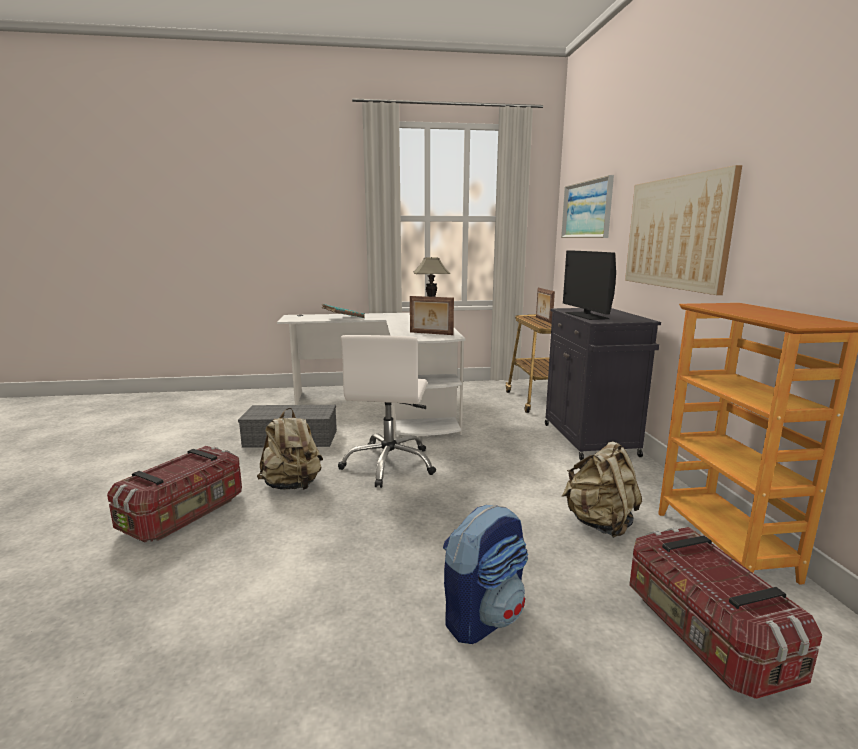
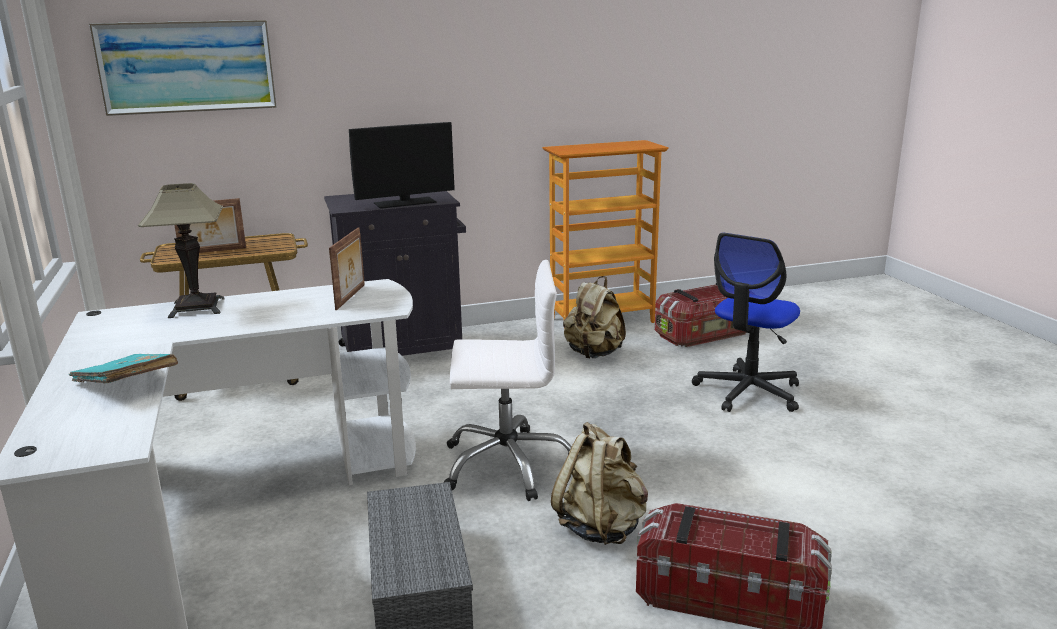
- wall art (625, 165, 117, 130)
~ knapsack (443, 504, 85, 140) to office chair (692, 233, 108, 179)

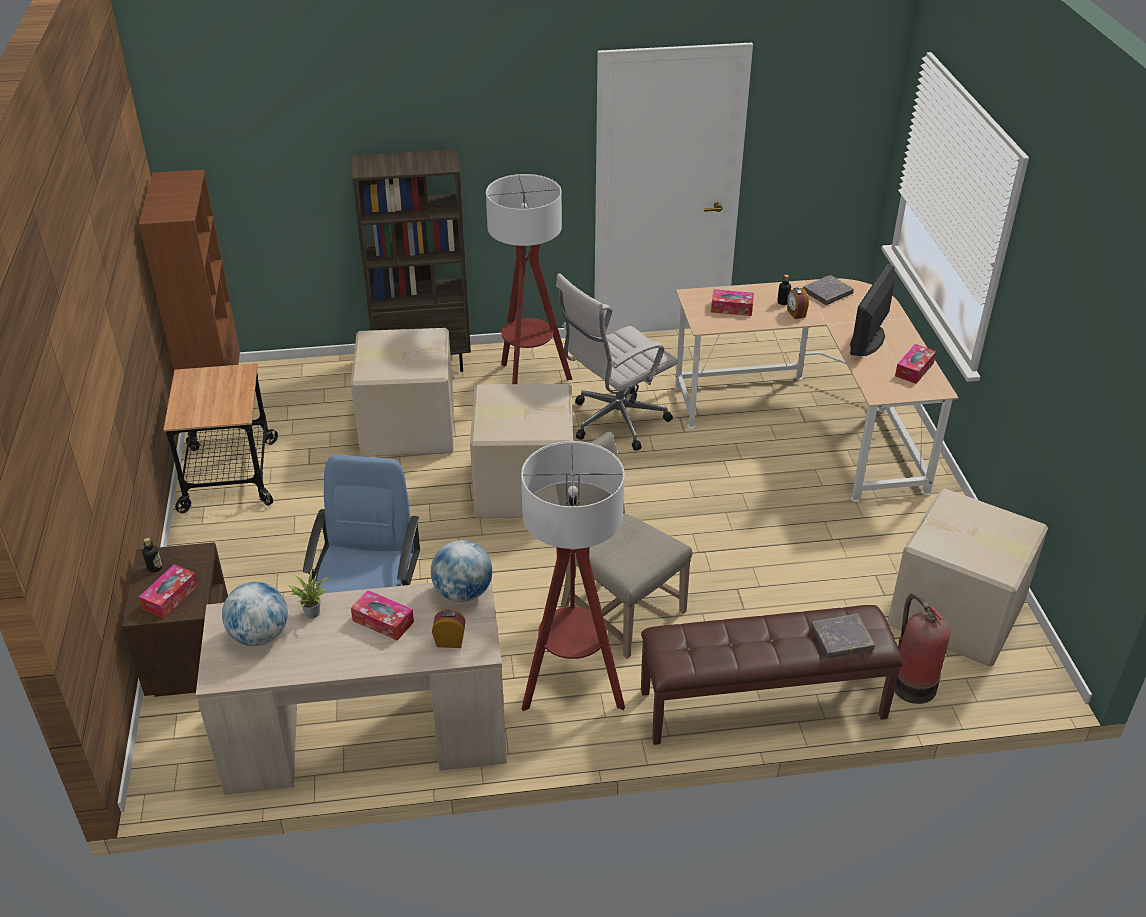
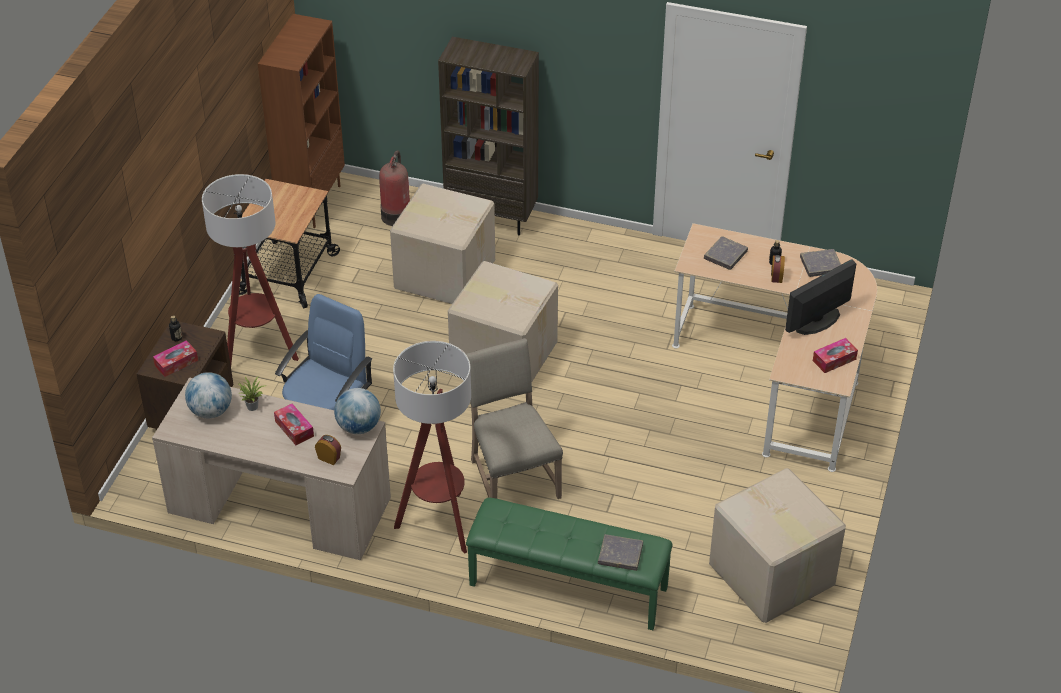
~ standard lamp (486, 174, 86, 210) to (202, 174, 97, 191)
- office chair in white-coloured (556, 273, 122, 178)
~ tissue box (711, 289, 43, 27) to bound book in grey (704, 236, 44, 34)
~ fire-fighting cylinder (894, 593, 56, 111) to (379, 150, 31, 76)
~ bench in brownish (641, 605, 262, 140) to bench in greenish (466, 498, 207, 132)

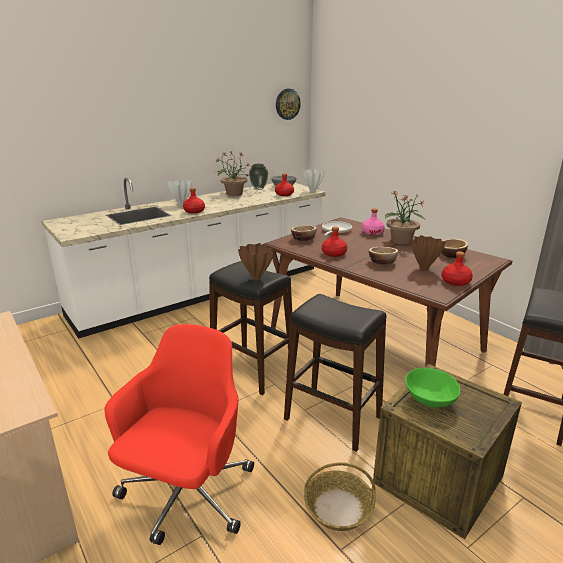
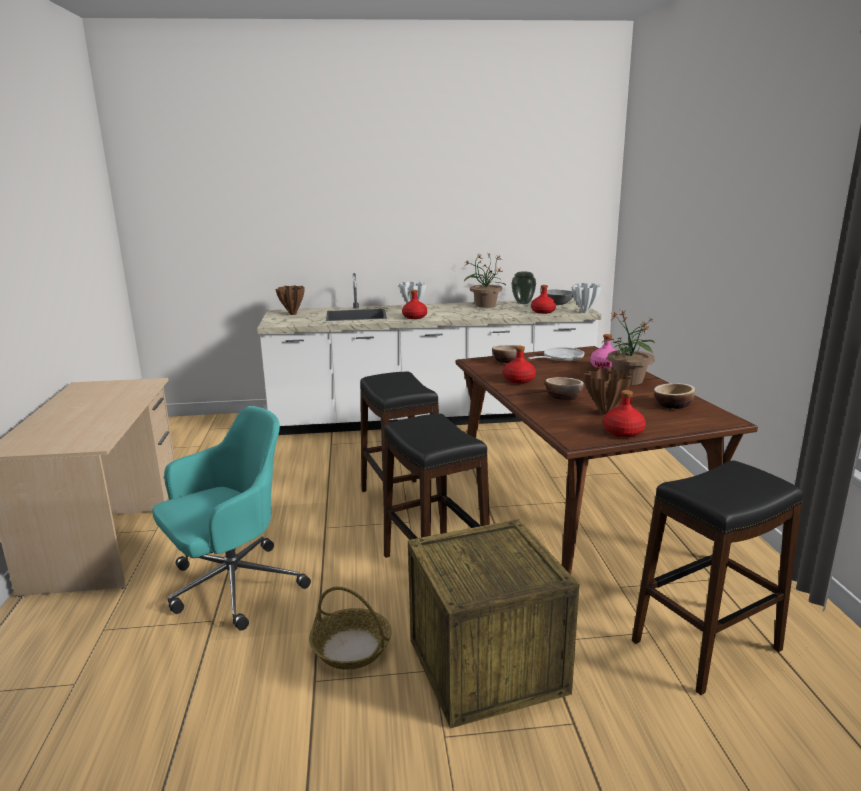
- wall clock (276, 89, 25, 31)
~ flower vase in brownish (238, 243, 35, 37) to (276, 285, 29, 30)
~ office chair in reddish (105, 324, 149, 221) to office chair in turquoise-coloured (152, 406, 159, 225)
- serving bowl in greenish (405, 368, 55, 40)

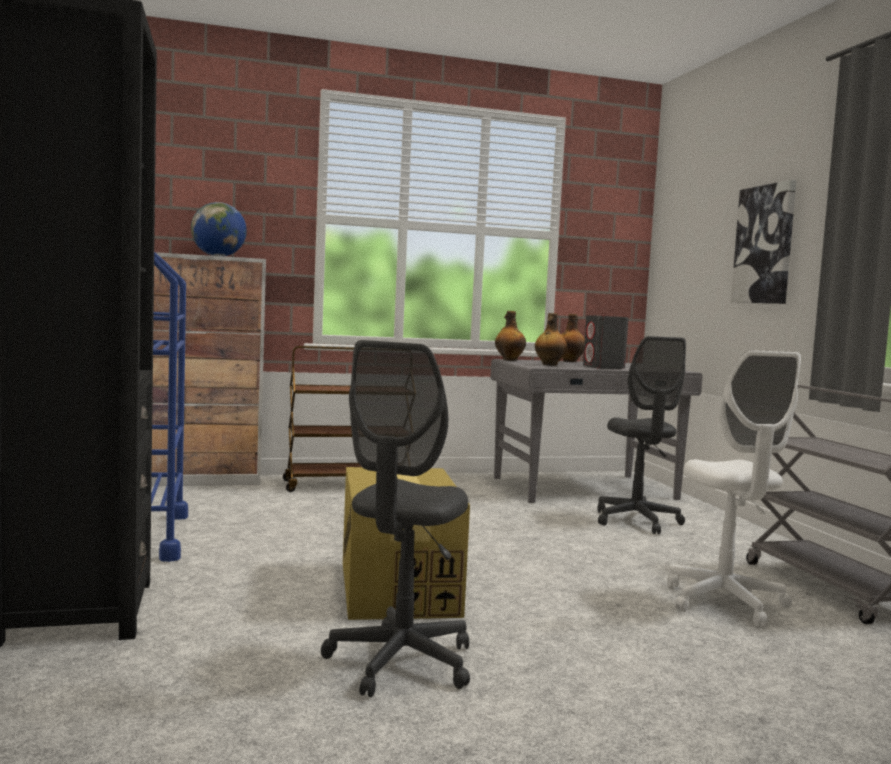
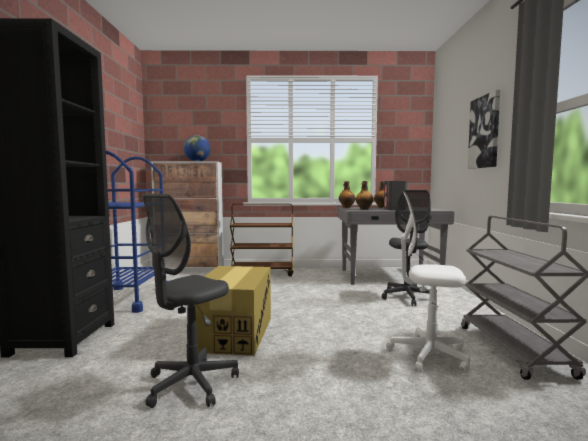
~ office chair in white-coloured (667, 350, 134, 277) = (386, 192, 84, 181) 105 degrees clockwise

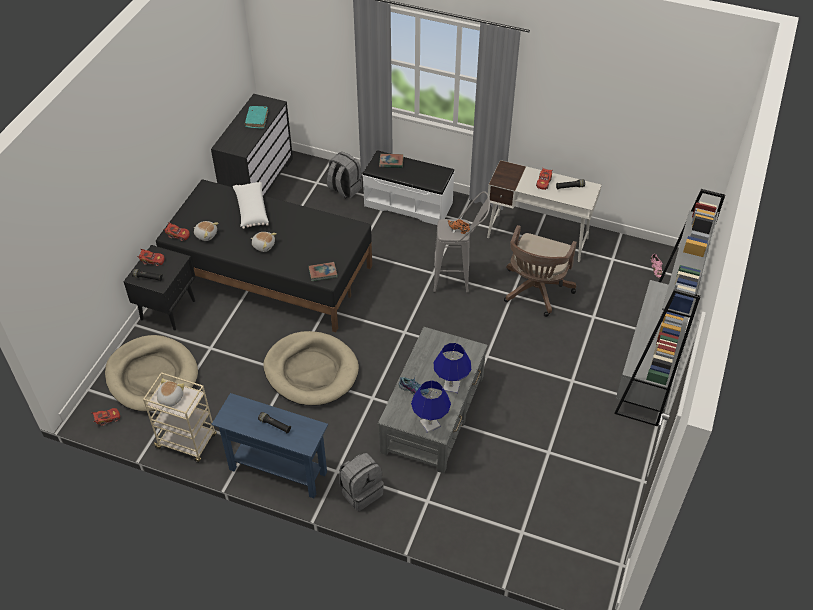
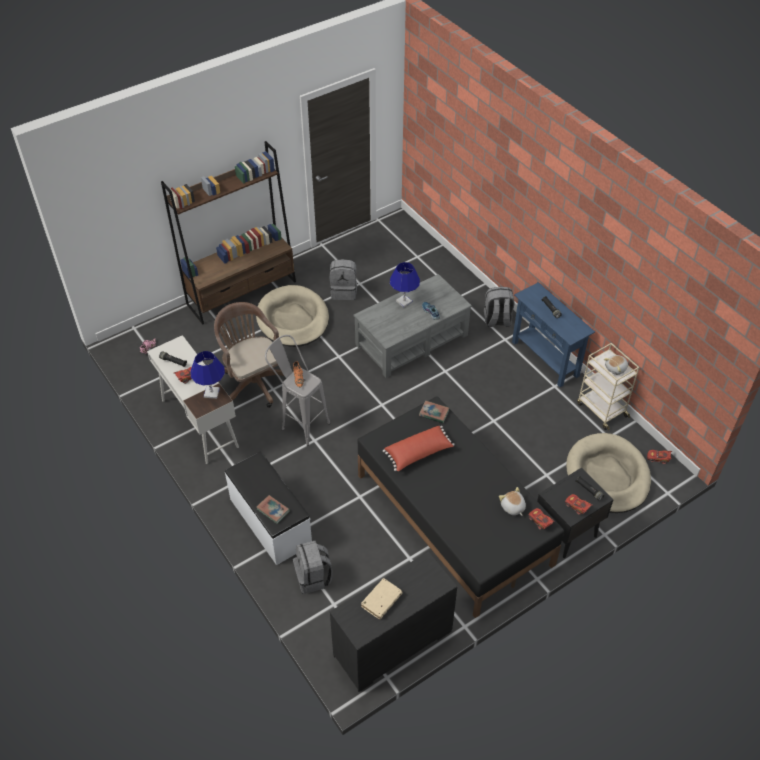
~ bound book in turquoise-coloured (245, 106, 23, 22) to bound book in beige (361, 578, 42, 41)
- pillow in white-coloured (233, 182, 36, 47)
~ shelving unit in grey (614, 189, 111, 238) to shelving unit in brownish (161, 141, 135, 184)
~ office chair in brownish (504, 225, 73, 92) = (214, 302, 70, 106) 90 degrees counterclockwise
- plush toy (251, 232, 26, 20)
~ dog bed in beige (263, 331, 96, 75) to (256, 285, 73, 62)
~ table lamp in bluish (411, 380, 40, 53) to (190, 351, 35, 48)
+ knapsack in grey (330, 259, 27, 41)
+ pillow in reddish (383, 426, 72, 45)

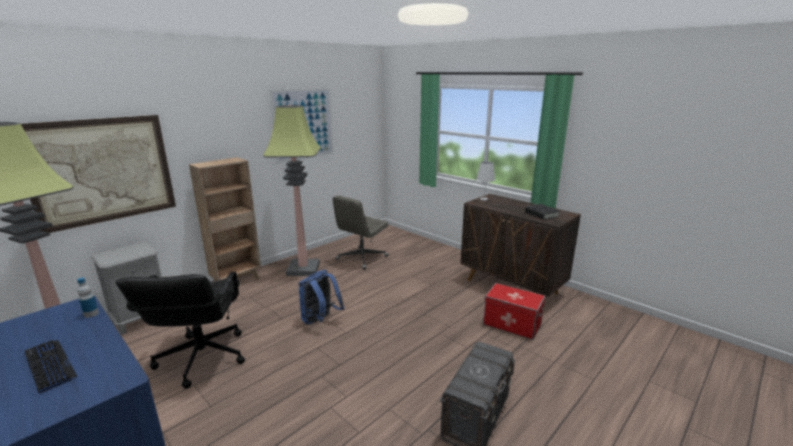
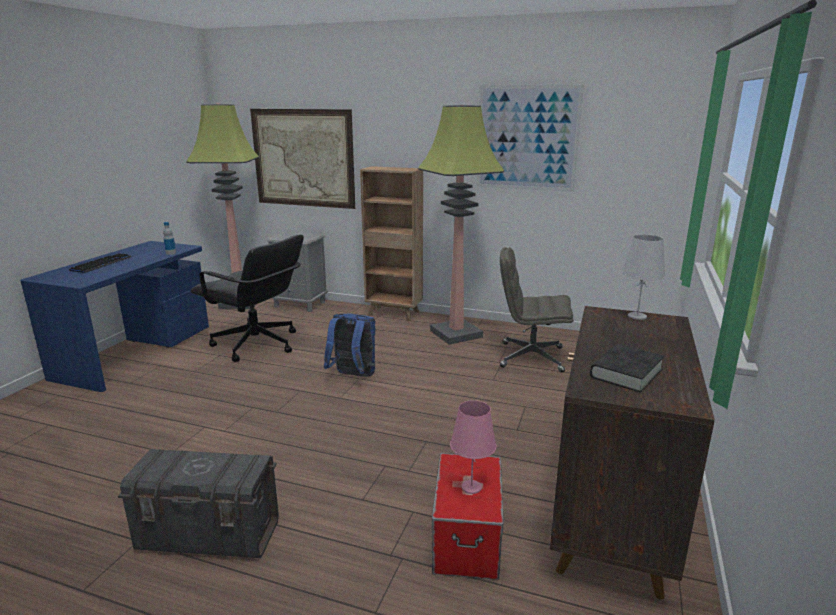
~ office chair in blackish (115, 272, 130, 117) = (190, 235, 114, 127) 120 degrees counterclockwise
+ table lamp in pink (450, 400, 46, 94)

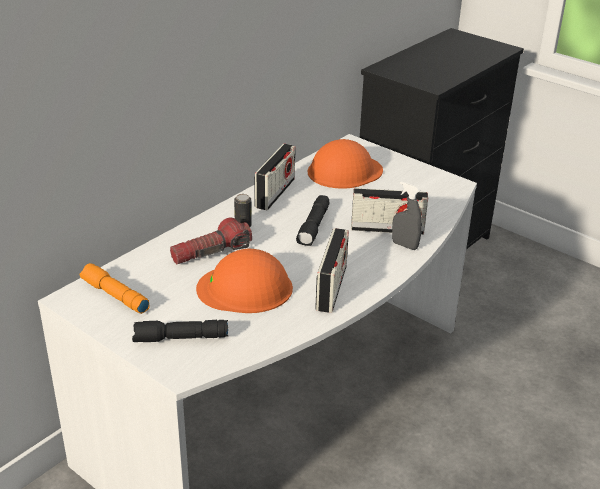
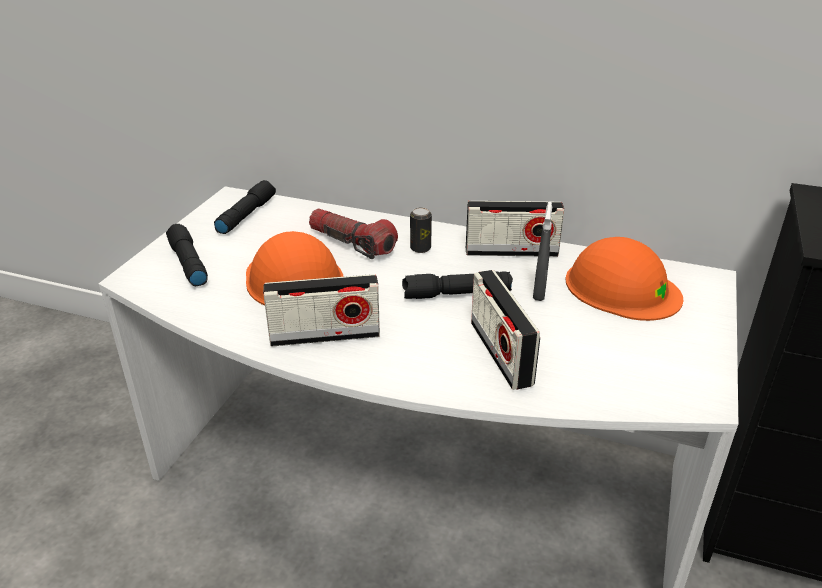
~ spray bottle in grey (392, 181, 30, 69) to (533, 201, 19, 100)
~ torch in orange (80, 263, 69, 51) to torch in blackish (214, 180, 62, 54)

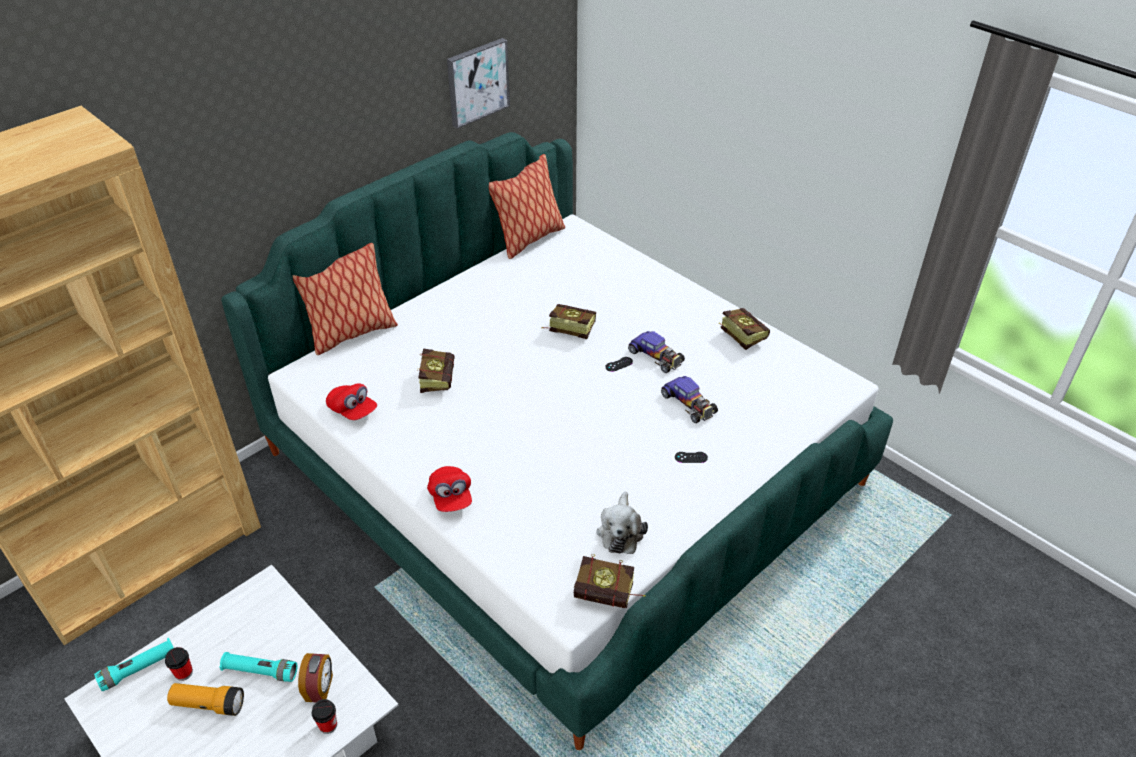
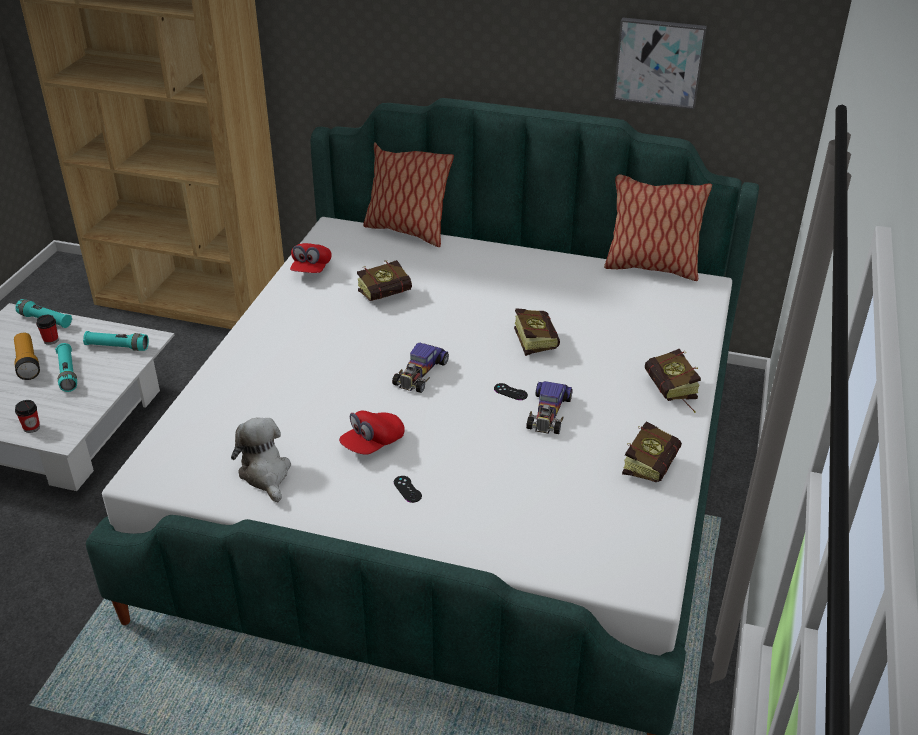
~ toy car (661, 376, 57, 47) to (392, 343, 57, 50)
~ peaked cap in reddish (427, 466, 45, 46) to (339, 411, 66, 44)
~ plush toy (596, 492, 52, 62) = (231, 418, 60, 85) 90 degrees clockwise
~ bound book (574, 554, 72, 54) to (645, 349, 56, 64)
- table clock (298, 653, 35, 49)
+ torch in turquoise-coloured (83, 331, 66, 20)

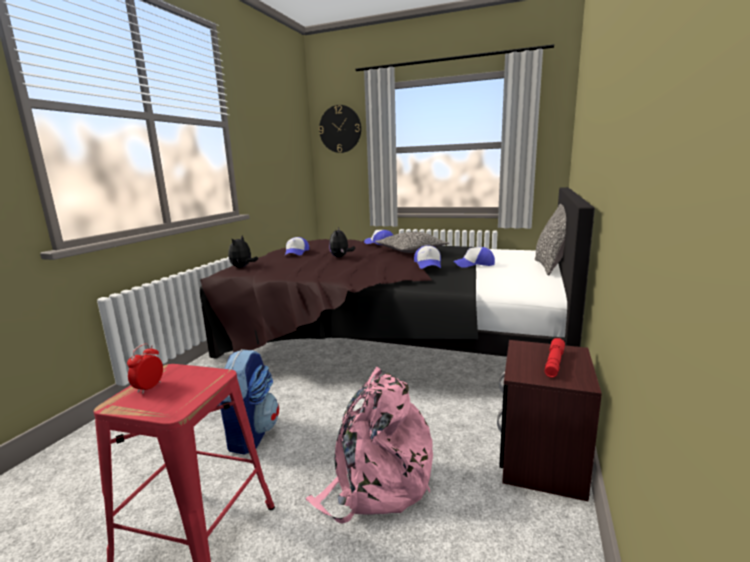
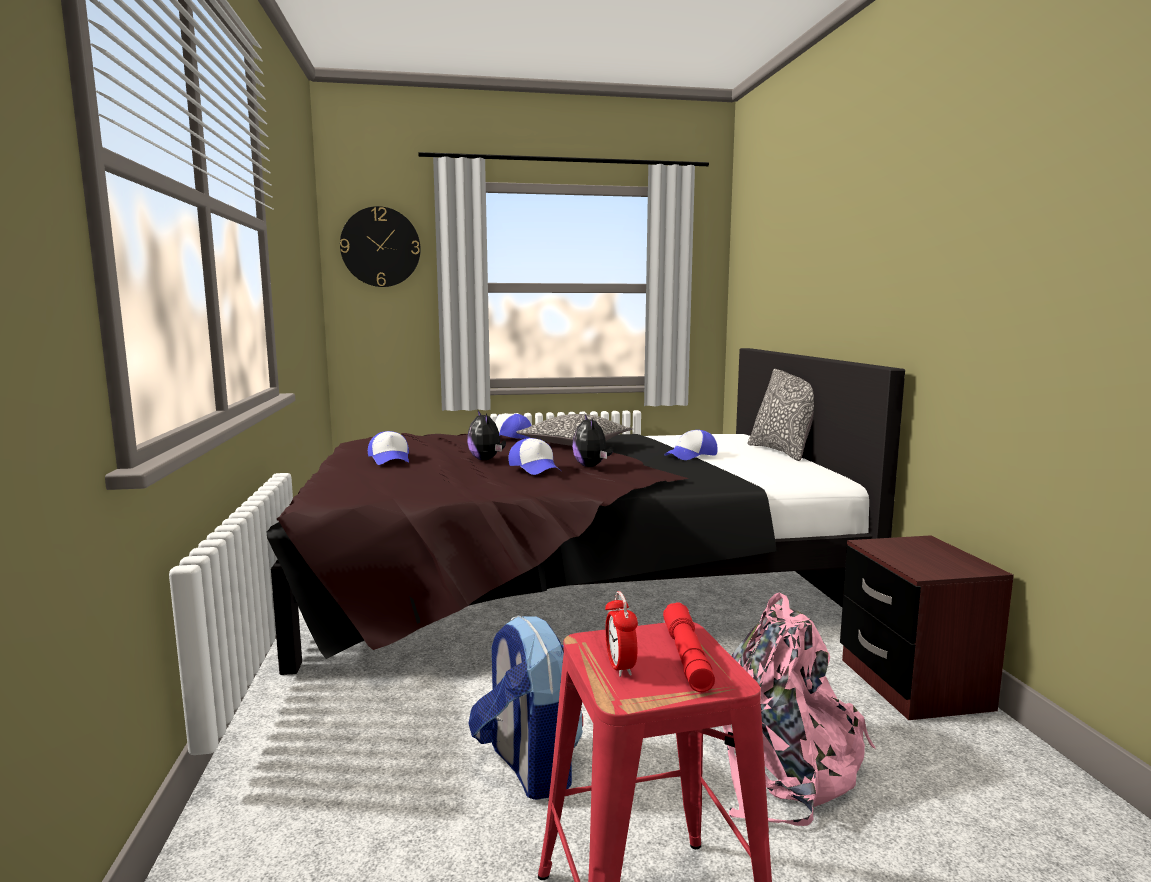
~ plush toy (228, 236, 30, 32) to (572, 415, 41, 52)
~ peaked cap (414, 245, 27, 24) to (509, 438, 52, 37)
~ torch in reddish (545, 338, 20, 40) to (663, 602, 52, 90)

